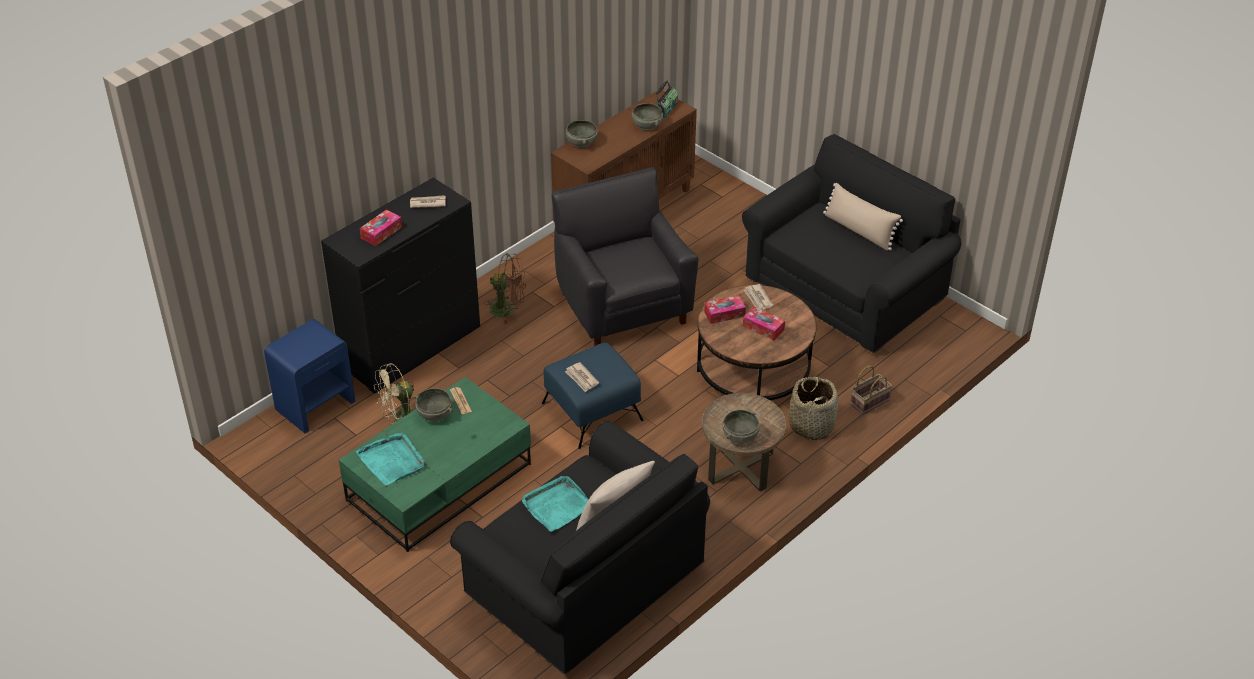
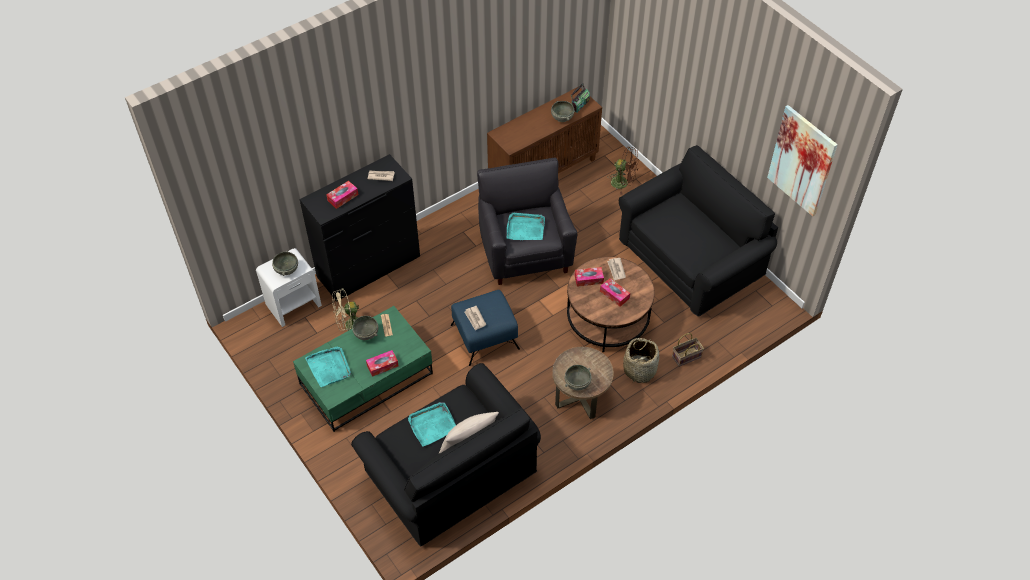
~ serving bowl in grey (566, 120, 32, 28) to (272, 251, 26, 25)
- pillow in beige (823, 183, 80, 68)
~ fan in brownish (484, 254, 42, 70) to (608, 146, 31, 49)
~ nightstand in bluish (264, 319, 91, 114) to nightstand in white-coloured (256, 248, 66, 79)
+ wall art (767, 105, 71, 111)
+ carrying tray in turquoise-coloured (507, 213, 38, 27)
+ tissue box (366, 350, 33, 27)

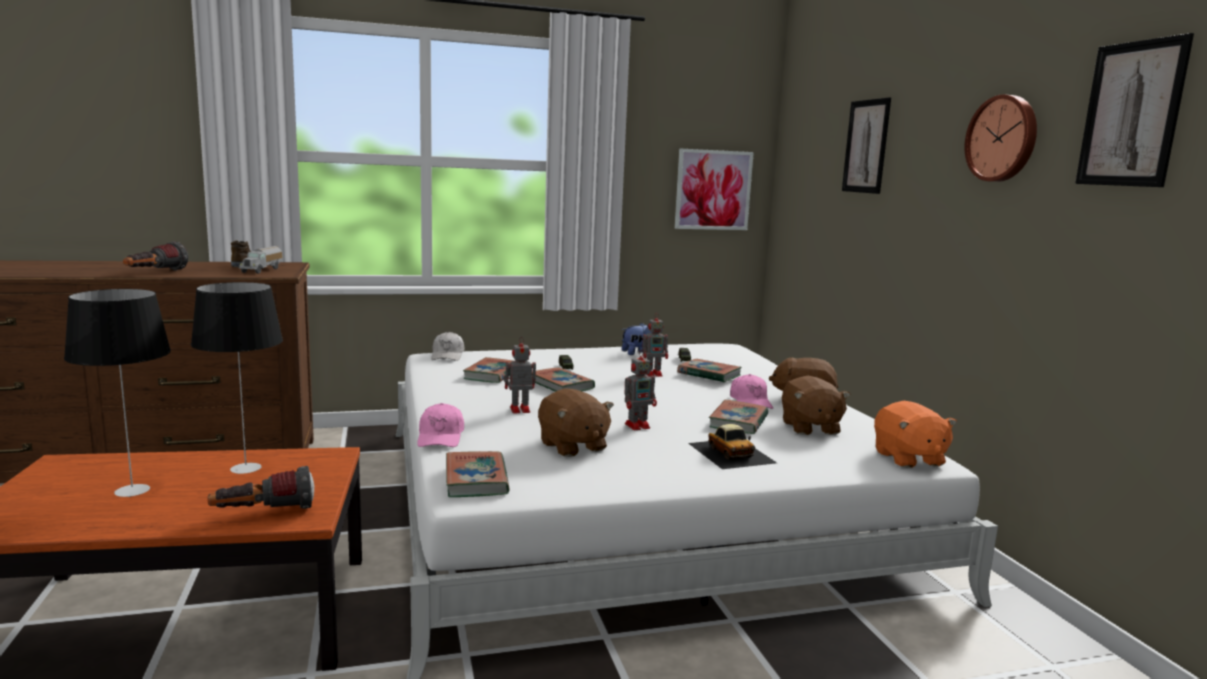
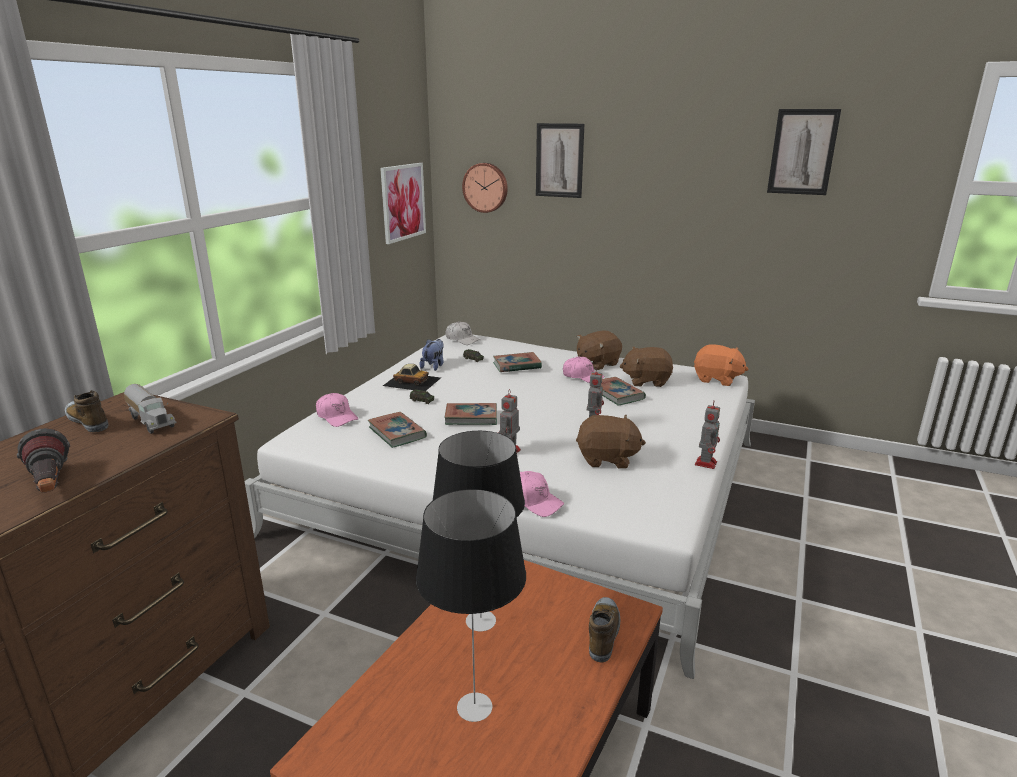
~ wall clock (964, 95, 73, 87) to (462, 163, 46, 50)
~ robot figure (642, 313, 26, 64) to (695, 401, 25, 68)
~ peaked cap in white-coloured (431, 332, 33, 29) to (446, 321, 34, 24)
~ plush toy in brownish (782, 376, 69, 59) = (620, 347, 53, 40) 150 degrees clockwise
~ toy car (688, 424, 89, 45) to (383, 364, 58, 27)
- bound book (446, 451, 63, 46)
~ torch (208, 466, 106, 43) to low shoe (589, 597, 32, 65)
+ peaked cap in pink (316, 393, 43, 34)

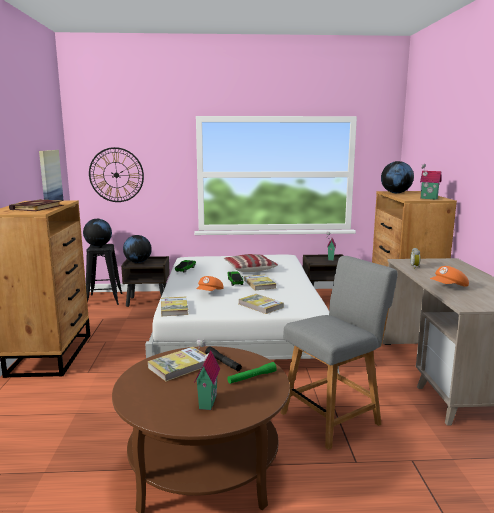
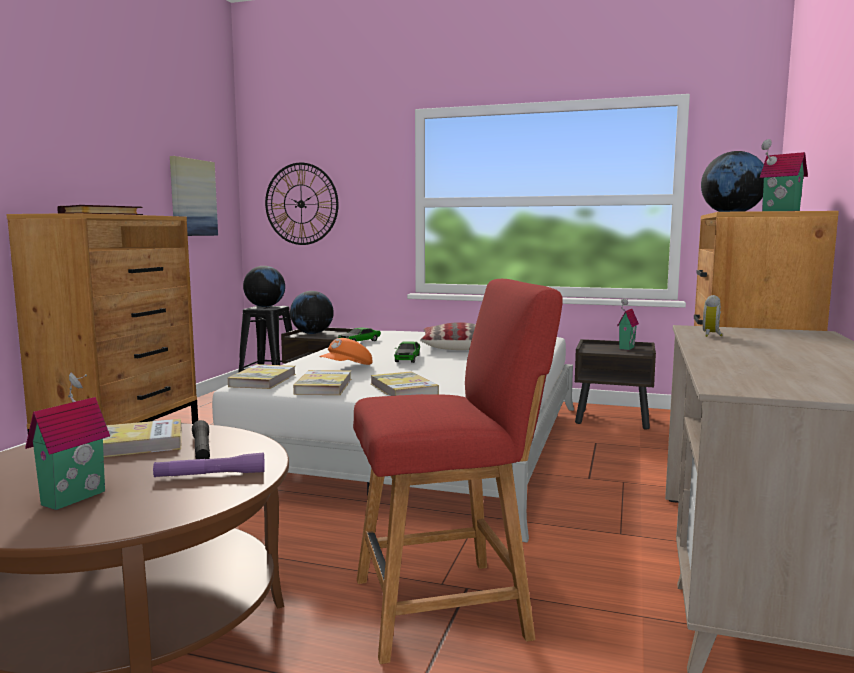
~ upright chair in grey (280, 256, 117, 194) to upright chair in reddish (353, 279, 210, 385)
- peaked cap in orange (430, 266, 39, 21)
~ bound book (244, 274, 32, 16) to (293, 370, 58, 25)
~ torch in greenish (227, 362, 50, 22) to torch in purple-coloured (153, 452, 112, 25)

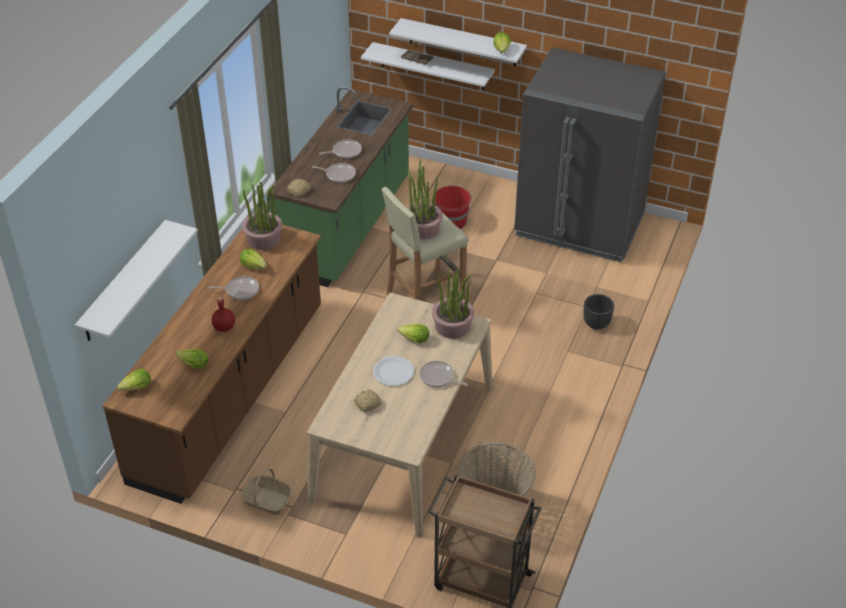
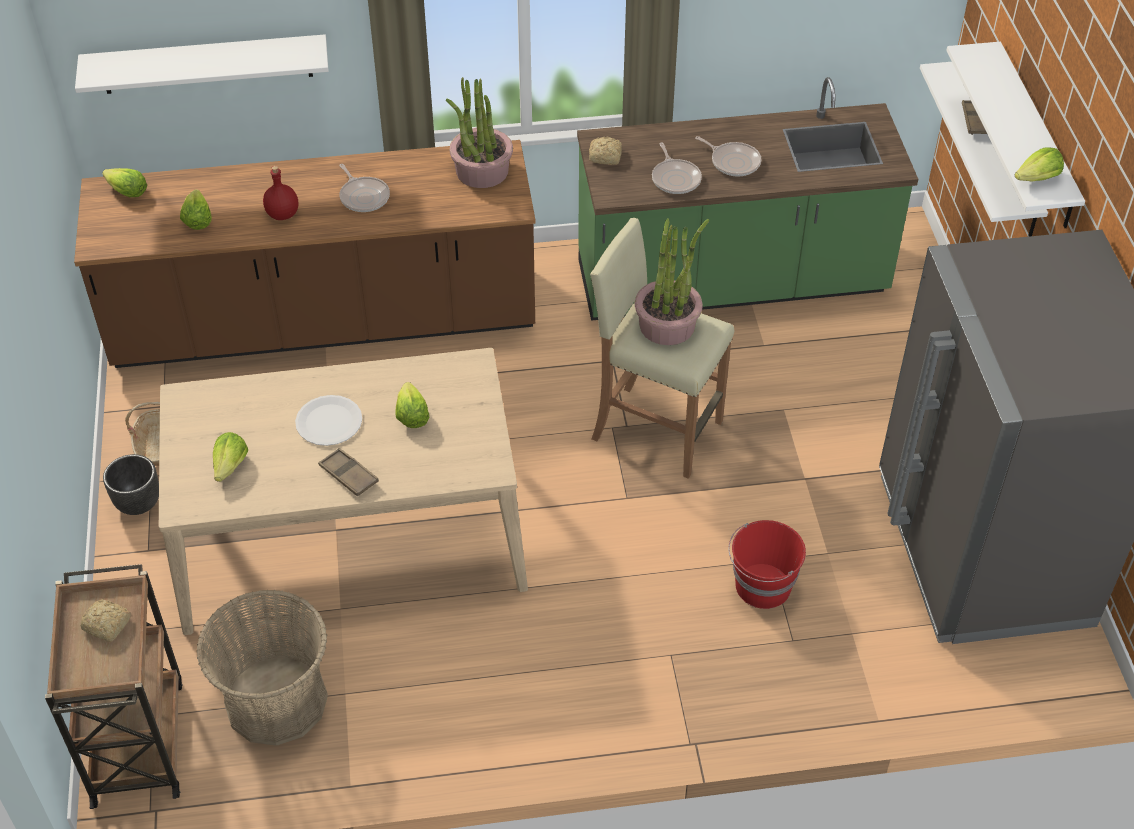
~ bucket in reddish (435, 186, 37, 43) to (728, 520, 78, 89)
~ head of lettuce (240, 249, 27, 20) to (213, 432, 35, 50)
- plant in a pot (432, 270, 42, 69)
~ planter in blackish (584, 294, 30, 36) to (103, 454, 56, 61)
~ frying pan (419, 361, 49, 26) to carrying tray in brownish (318, 448, 61, 49)
~ bread (354, 389, 27, 23) to (81, 599, 50, 43)

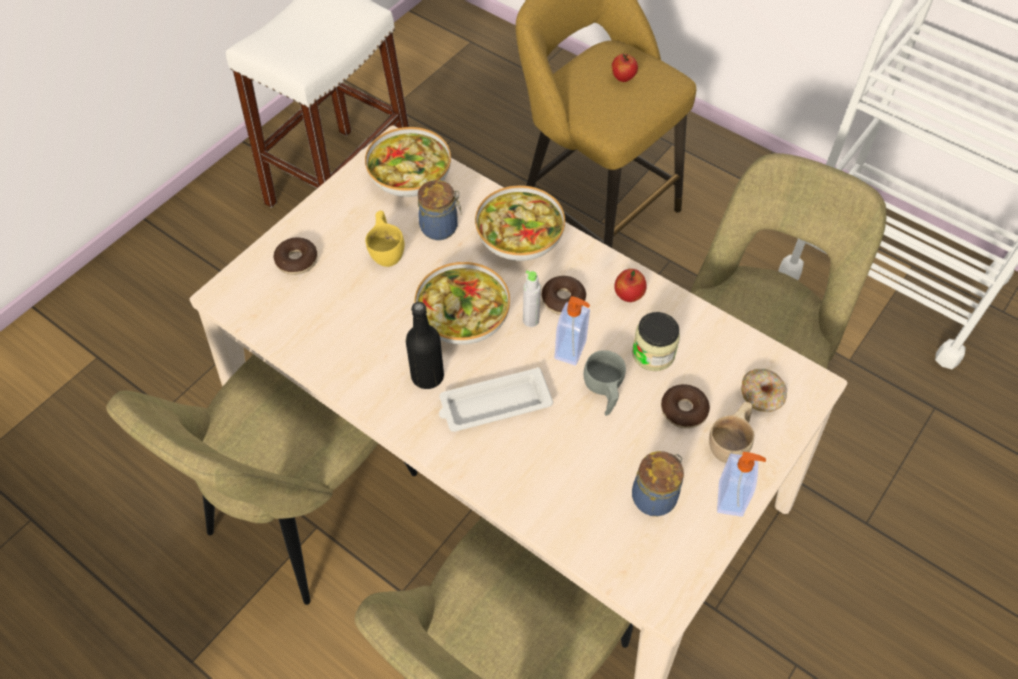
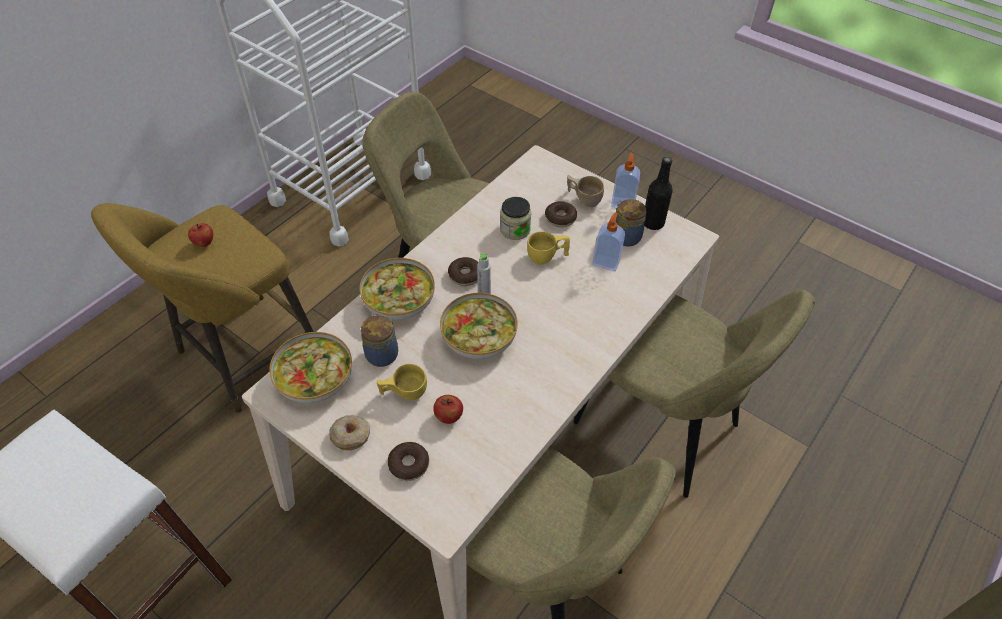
~ whole apple (614, 269, 33, 33) to (433, 395, 30, 29)
~ liquid soap bottle (555, 296, 35, 70) to (592, 212, 33, 60)
~ beverage bottle in blackish (406, 302, 38, 87) to (644, 157, 29, 73)
~ cup in grey (584, 350, 42, 66) to cup in yellow-coloured (527, 231, 43, 33)
- carrying tray in white-coloured (439, 367, 114, 65)
~ donut (741, 369, 46, 43) to (329, 415, 41, 36)

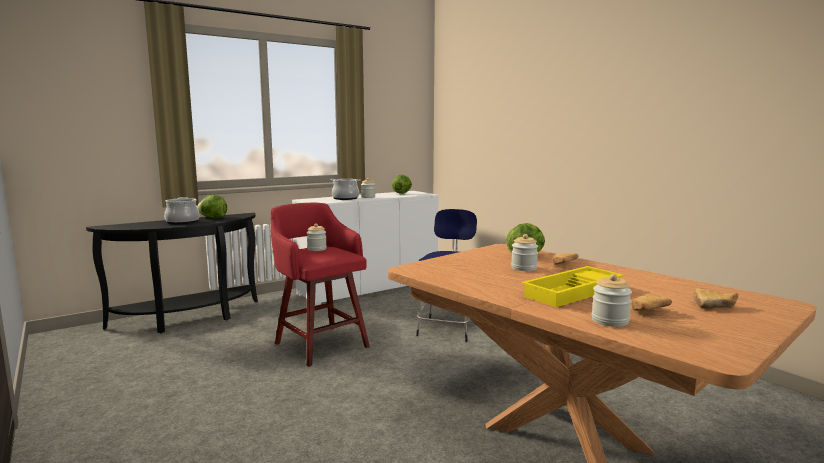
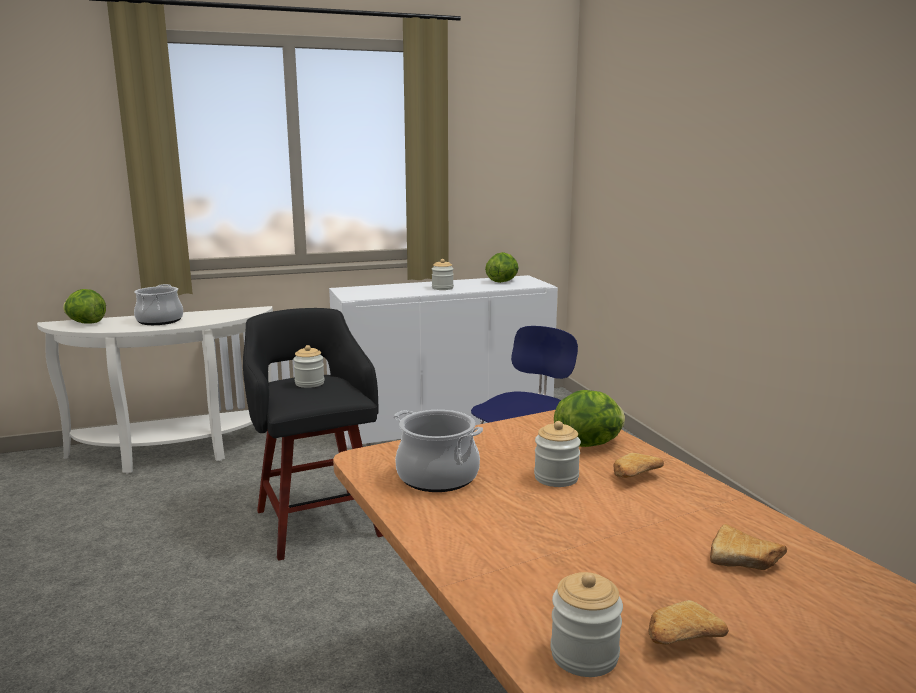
~ stockpot (330, 179, 30, 21) to (394, 410, 89, 82)
~ head of lettuce (197, 195, 30, 23) to (63, 289, 43, 35)
~ sitting stool in reddish (270, 203, 100, 164) to sitting stool in blackish (243, 308, 140, 253)
~ console table in blackish (86, 213, 172, 120) to console table in white-coloured (37, 306, 236, 168)
- carrying tray in yellow-coloured (521, 266, 103, 41)
~ bread (693, 288, 45, 21) to (710, 524, 77, 46)

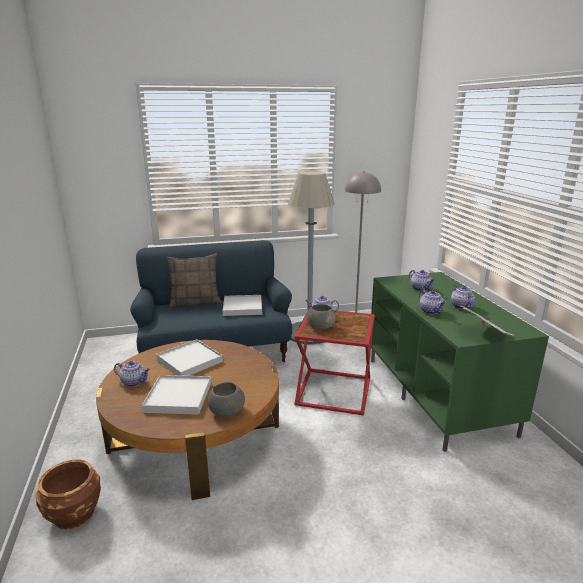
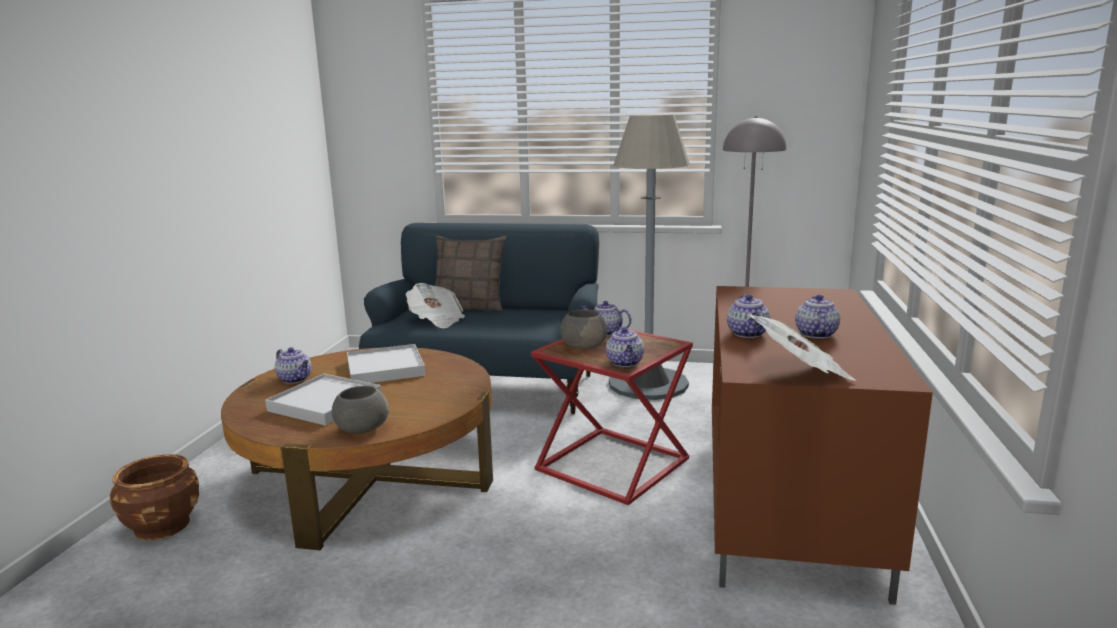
~ pot for tea (409, 270, 26, 21) to (606, 327, 38, 40)
~ media console in greenish (371, 272, 178, 180) to media console in brownish (712, 286, 221, 319)
- carrying tray in white-coloured (223, 295, 39, 21)
+ daily paper (406, 283, 59, 45)

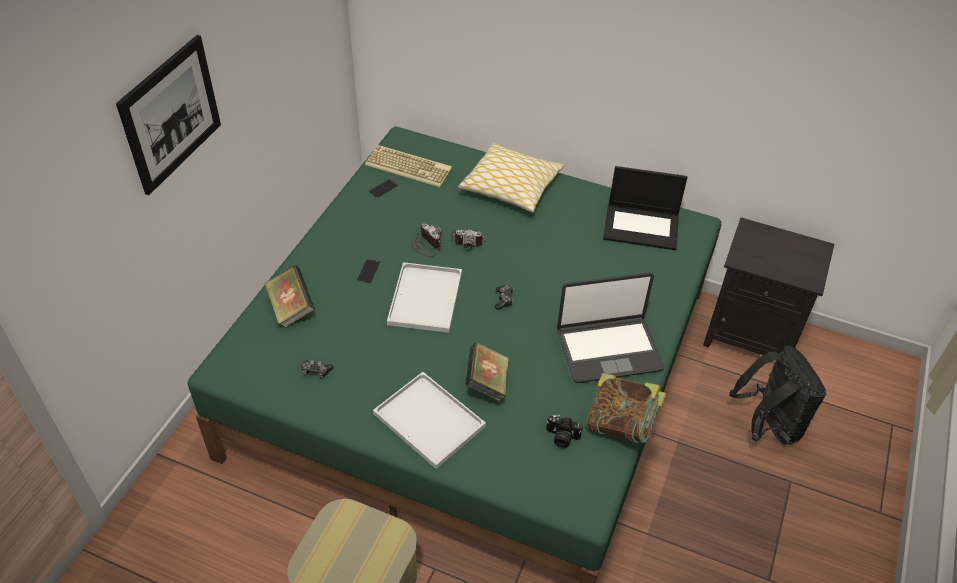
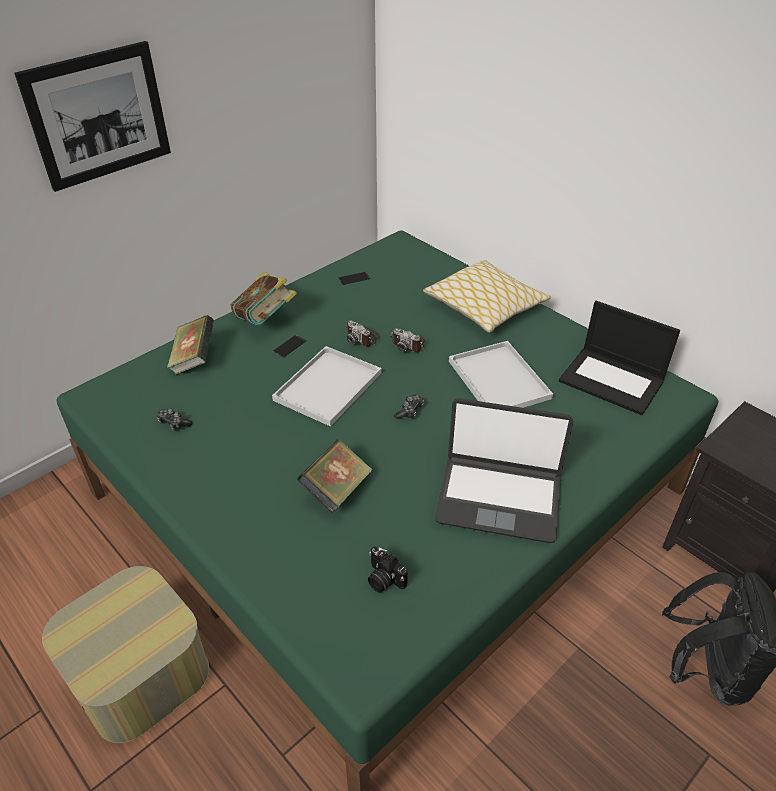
- keyboard (365, 145, 87, 42)
~ photo camera (411, 223, 31, 34) = (346, 320, 34, 27) 150 degrees clockwise
~ carrying tray in white-coloured (373, 372, 113, 97) to (449, 341, 104, 67)
~ bound book (586, 373, 81, 70) to (230, 272, 67, 53)

